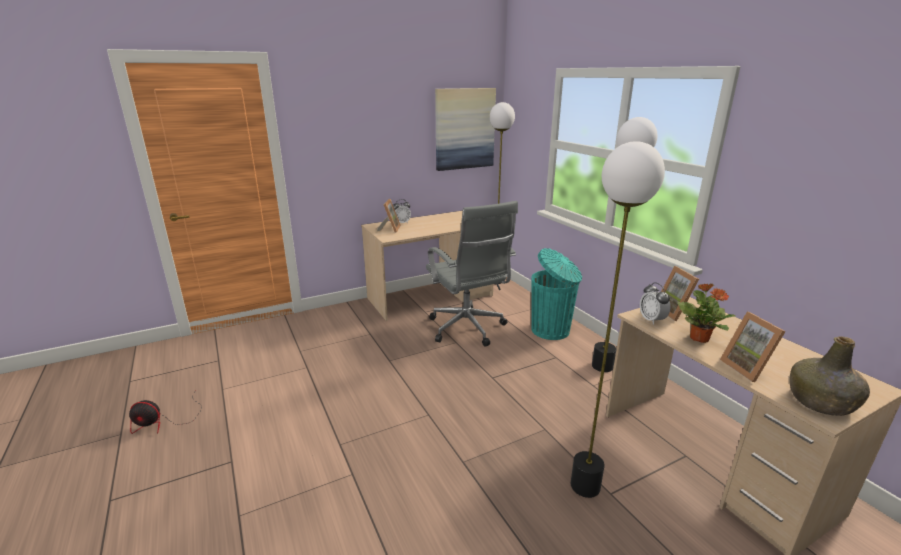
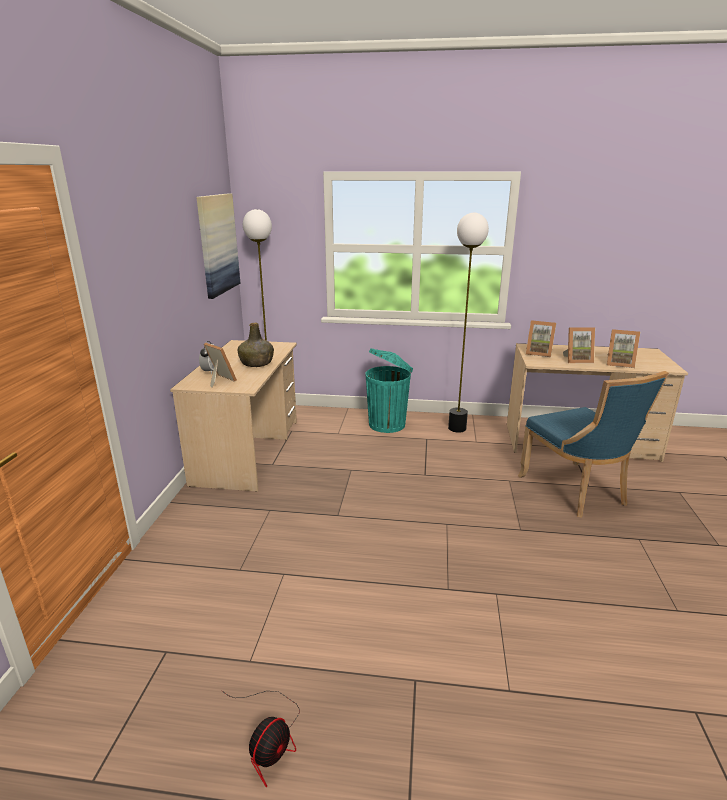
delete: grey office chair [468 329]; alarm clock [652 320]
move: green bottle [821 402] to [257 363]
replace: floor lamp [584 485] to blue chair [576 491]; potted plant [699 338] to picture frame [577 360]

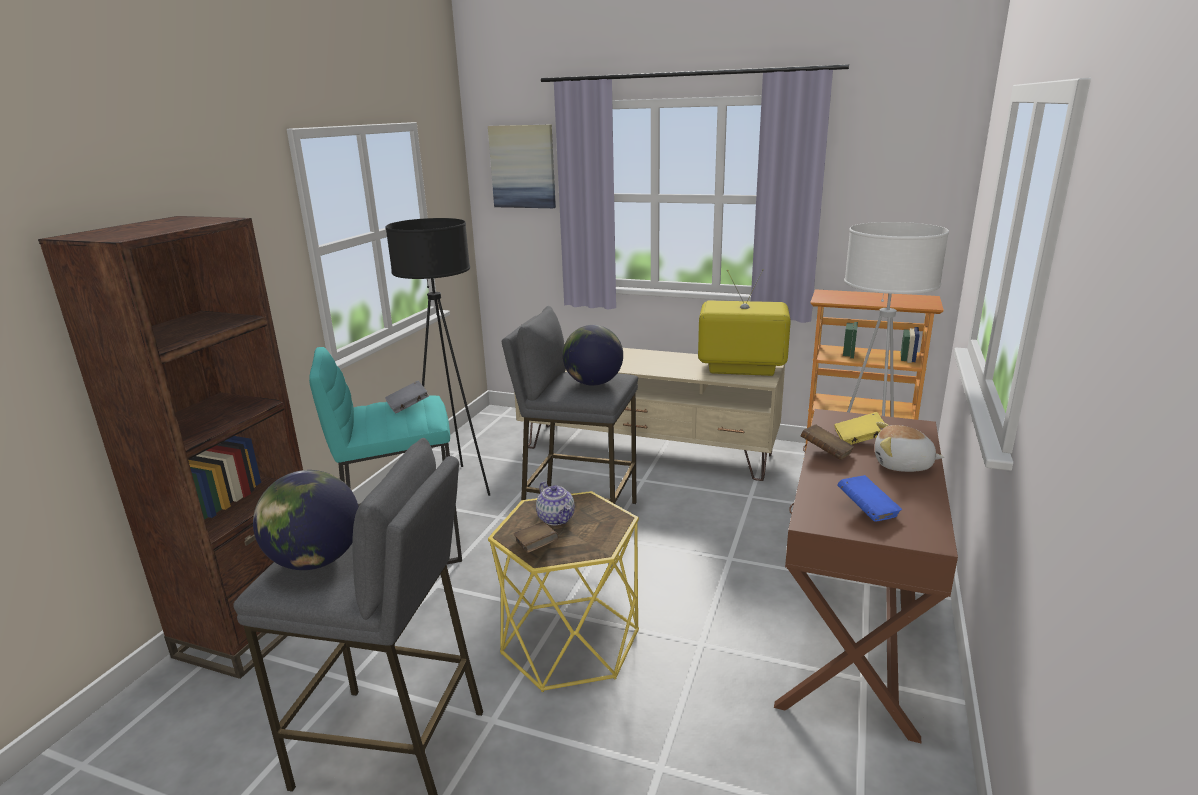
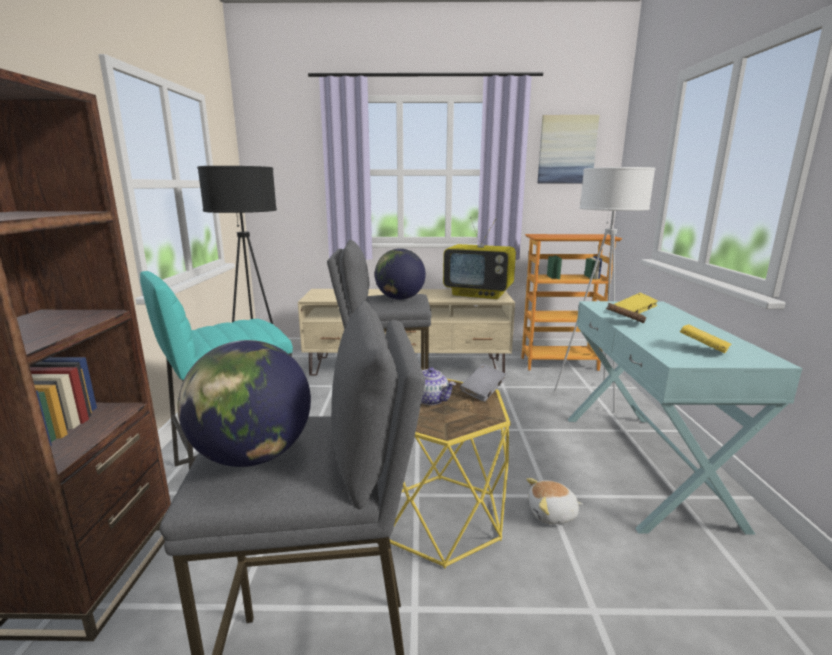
delete: brown book [536 548]
move: grey book [408 406] to [482 392]; picture [523 166] to [567 150]; plush toy [902 465] to [552 514]
recolor: brown console table [852 633] to turquoise console table [644 465]; blue book [867 510] to yellow book [703 349]
rotate: television [740 368] = [479 294] 150 degrees counterclockwise

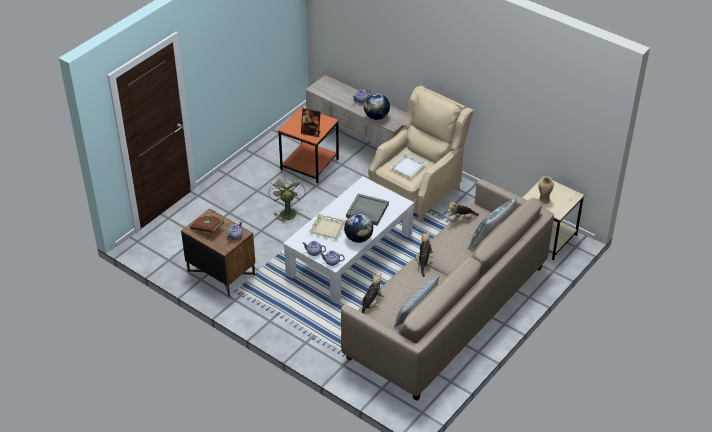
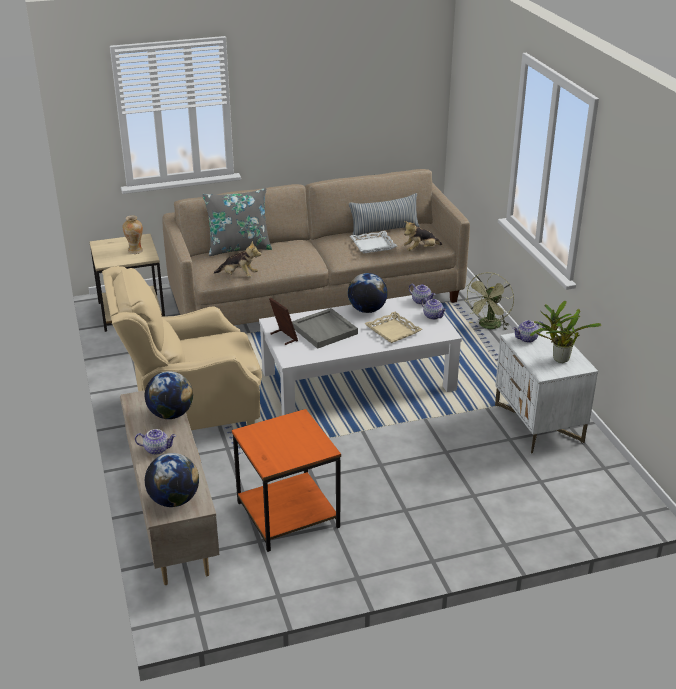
delete: plush toy [424 262]
insert: globe [174 500]
move: green fan [287 212] to [488 326]; picture frame [311 133] to [283 337]; white tray [407 167] to [373 245]
replace: brown book [208 228] to potted plant [558 359]
recolor: brown nightstand [221 273] to white nightstand [539 424]

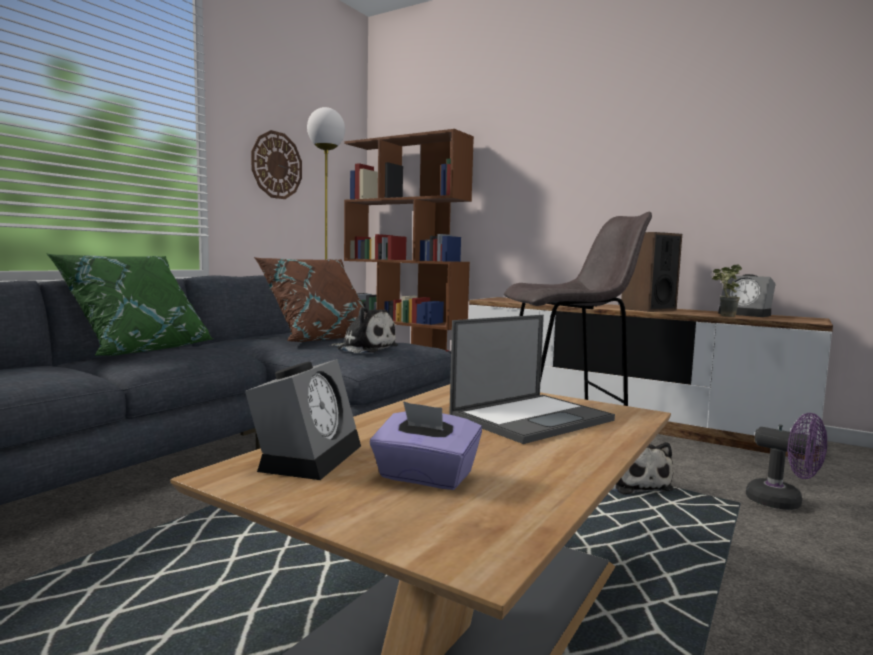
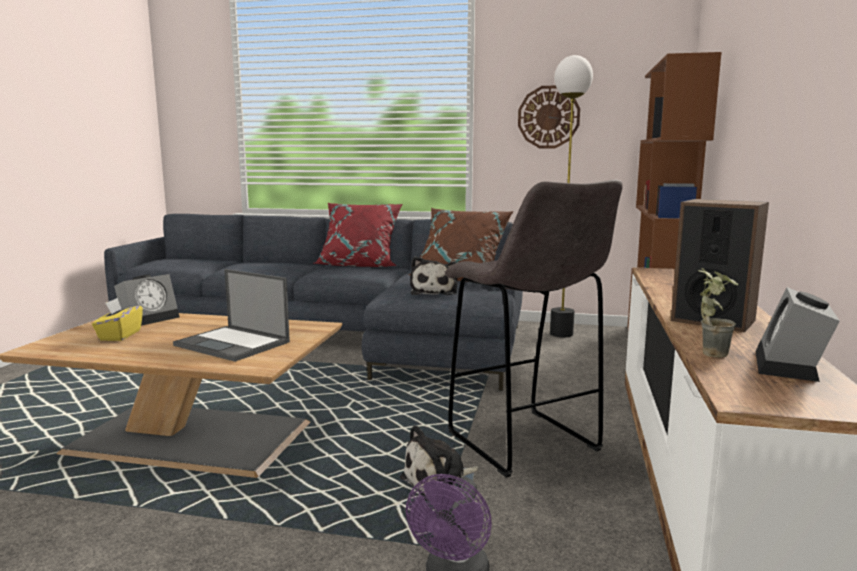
recolor: green pillow [139 350] to red pillow [360 265]; purple tissue box [425 477] to yellow tissue box [119 335]
rotate: alarm clock [308 456] = [150 318] 45 degrees counterclockwise

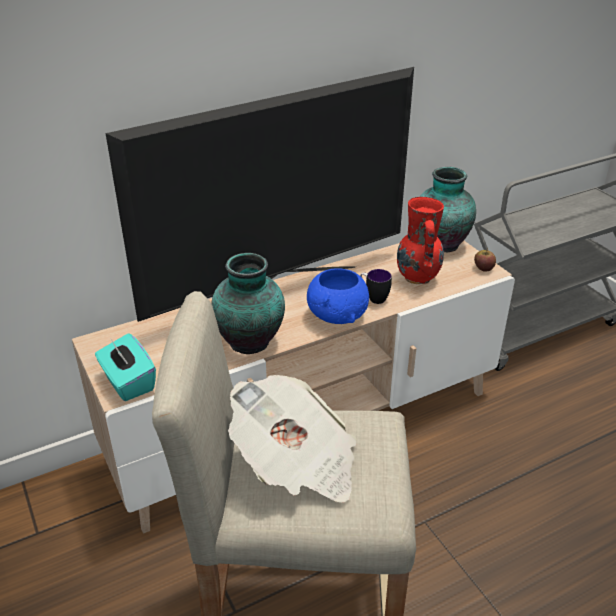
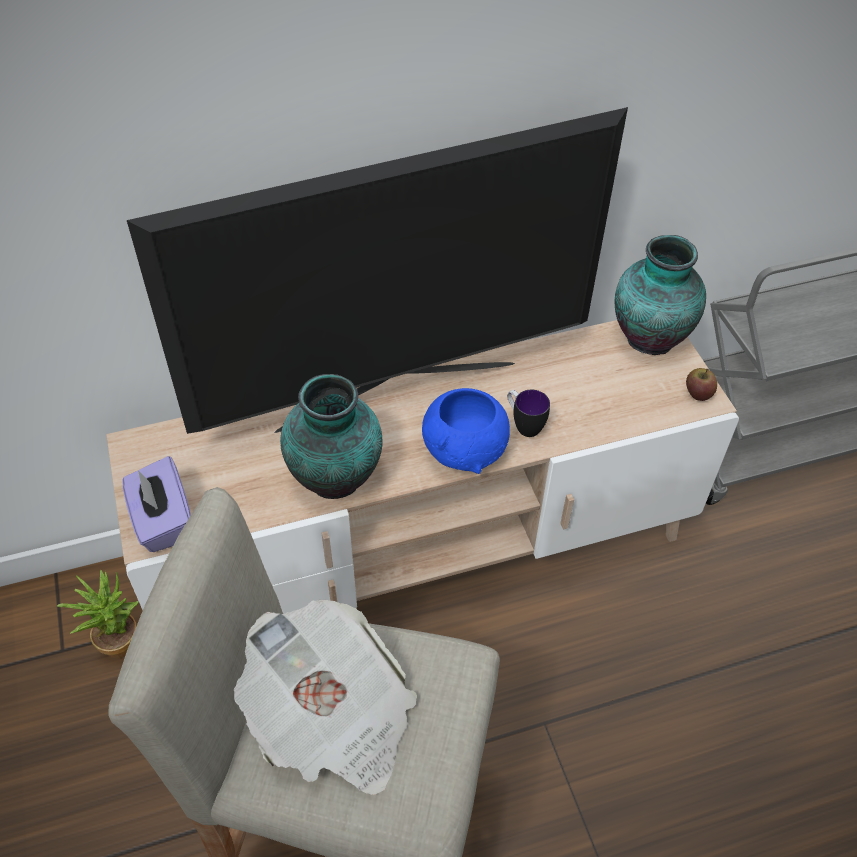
delete: red vase [417 278]
insert: potted plant [116 639]
recolor: turquoise tissue box [128 382] to purple tissue box [163 521]

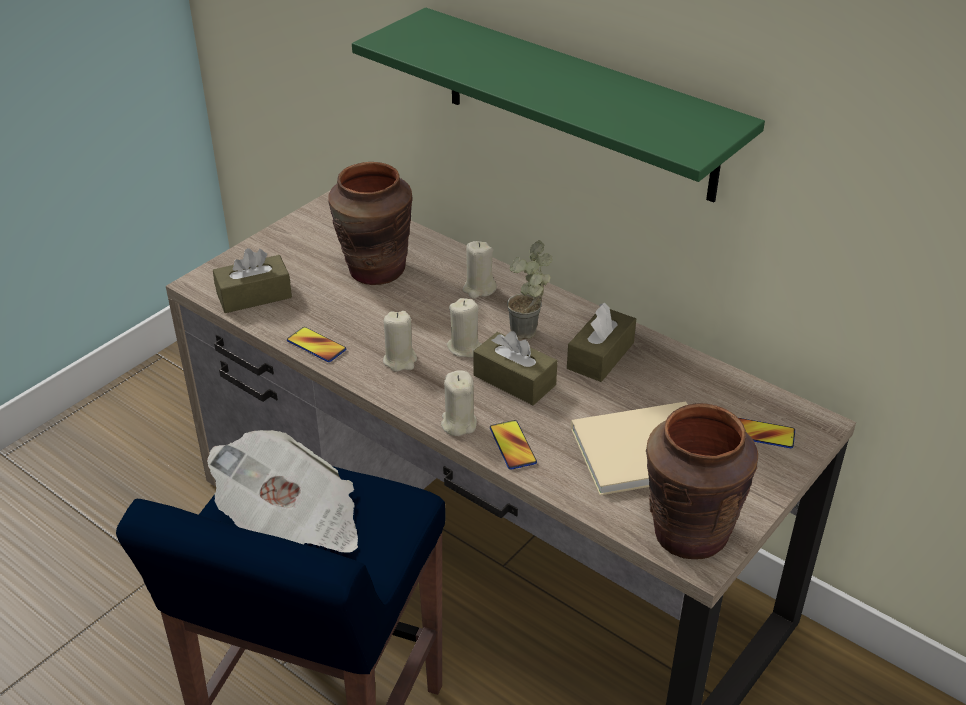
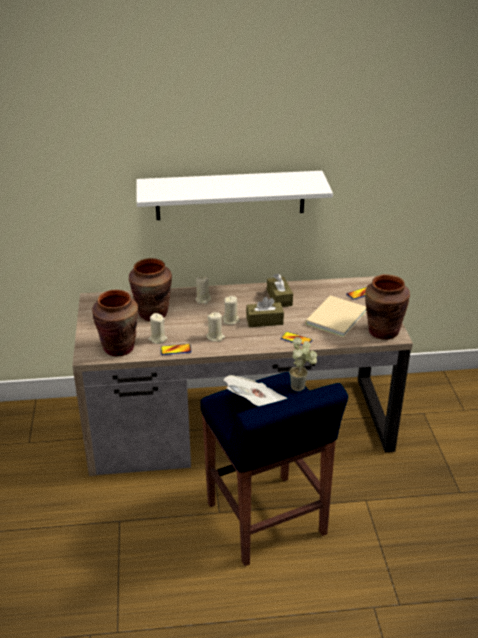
move: beige candle [458 423] to [158 339]; potted plant [530 336] to [302 387]
replace: brown tissue box [254 295] to brown vase [119 348]
recolor: green shelf [578 104] to white shelf [230 195]

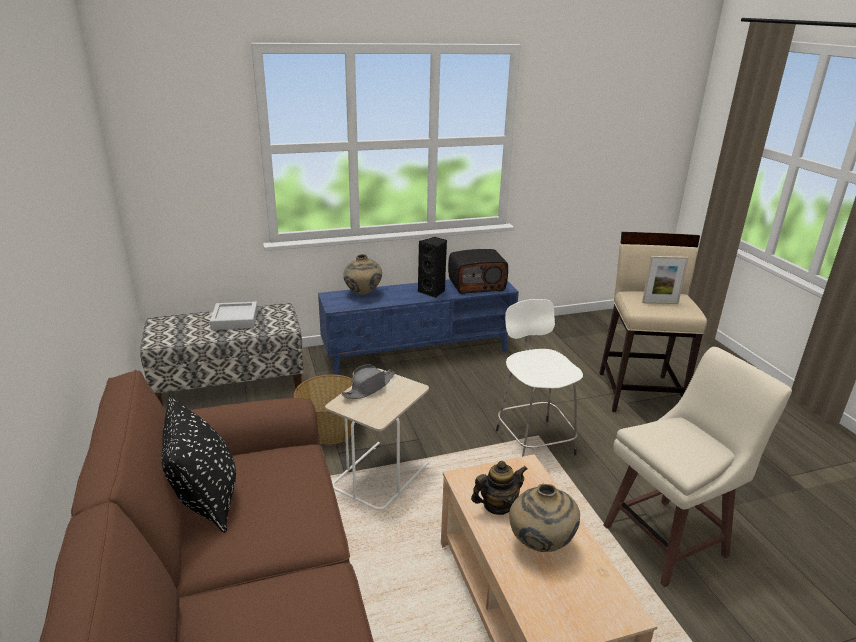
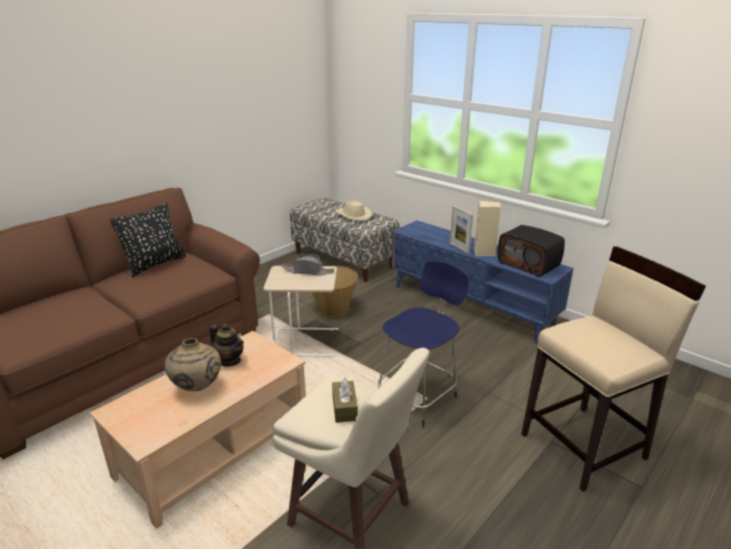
delete: beige vase [363 294]
insert: brown tissue box [344 408]
move: picture frame [660 303] to [459 248]
replace: grey tray [235 319] to beige hat [353 215]
recolor: black speaker [432 292] to beige speaker [484 252]; white stool [533 440] to blue stool [418 397]

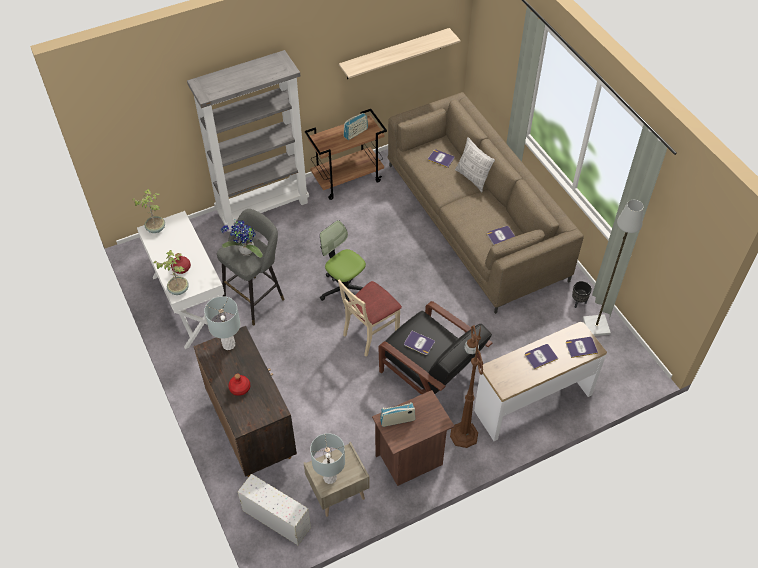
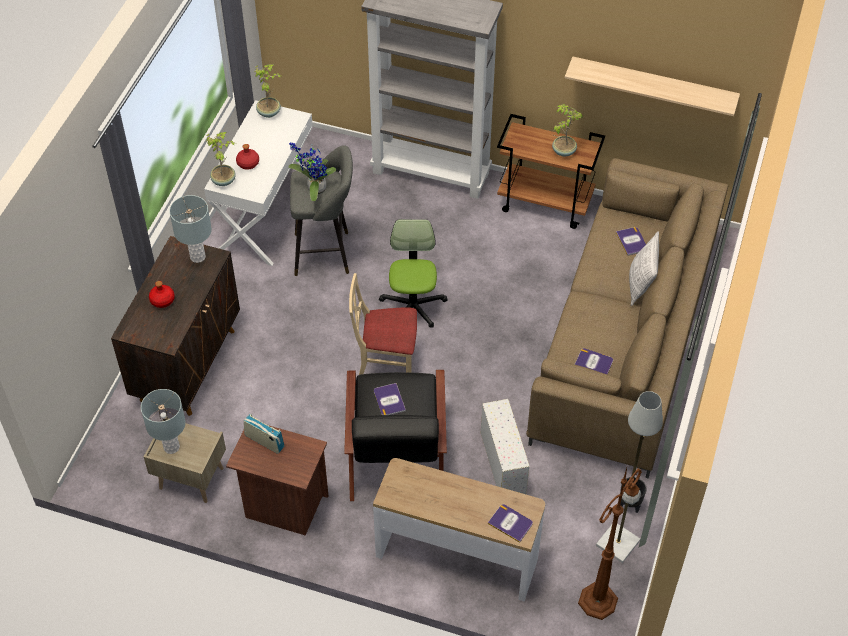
delete: book [540 356]
move: white storage box [275 518] to [502 462]; brown floor lamp [464 433] to [599 599]
replace: radio [355 133] to potted plant [563 151]

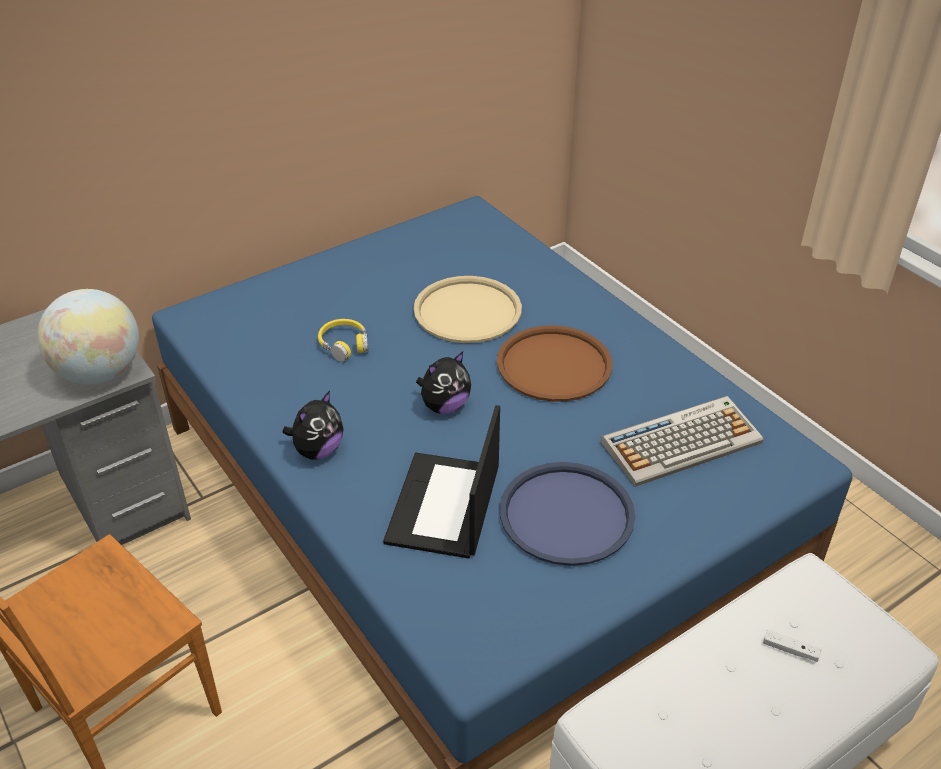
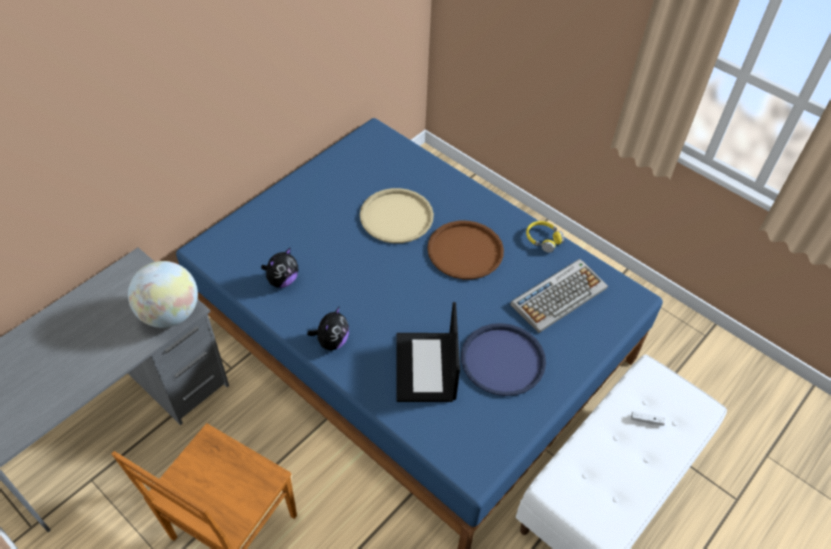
move: yellow headphones [344 345] to [543 239]; plush toy [444 406] to [282 280]

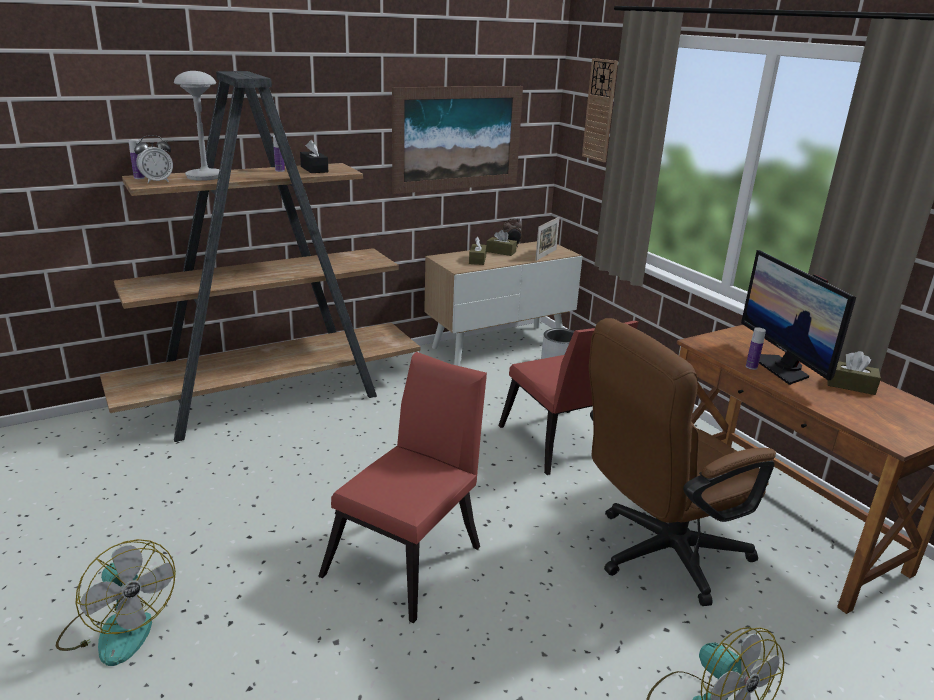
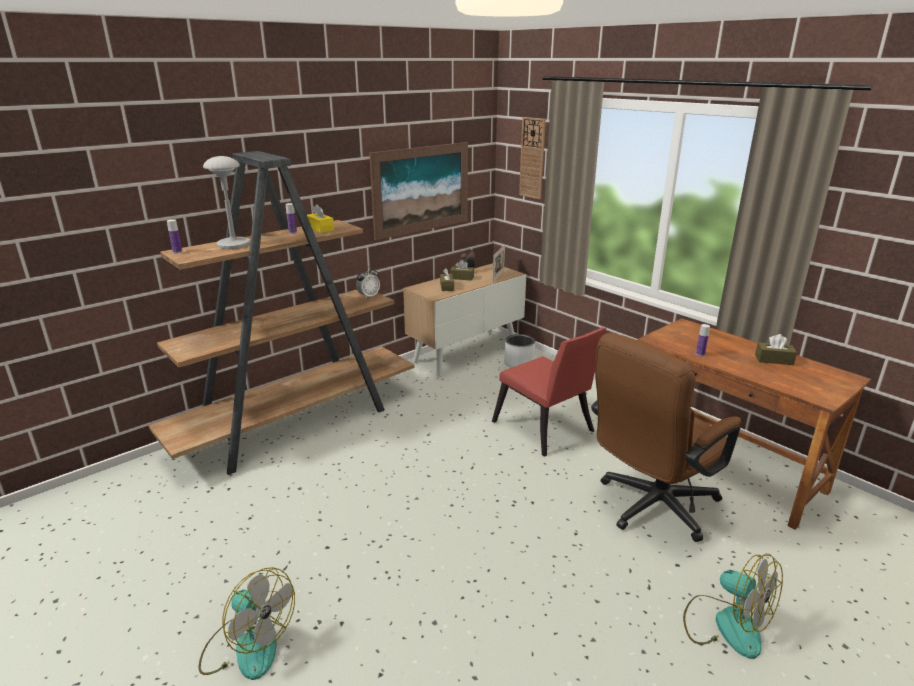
delete: red chair [410 556]; monitor [782 368]
move: alarm clock [157 181] to [368 296]
recolor: black tissue box [314 169] to yellow tissue box [320 228]

